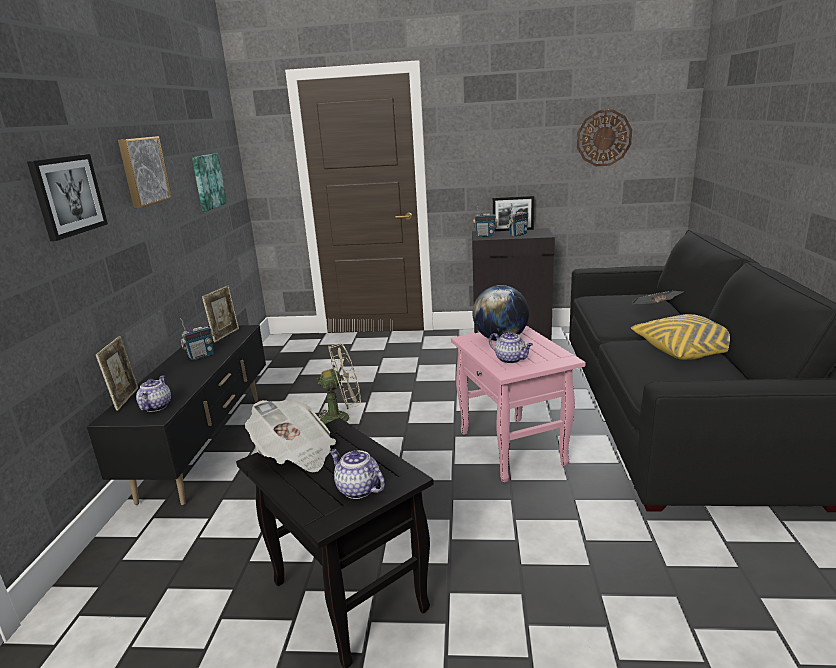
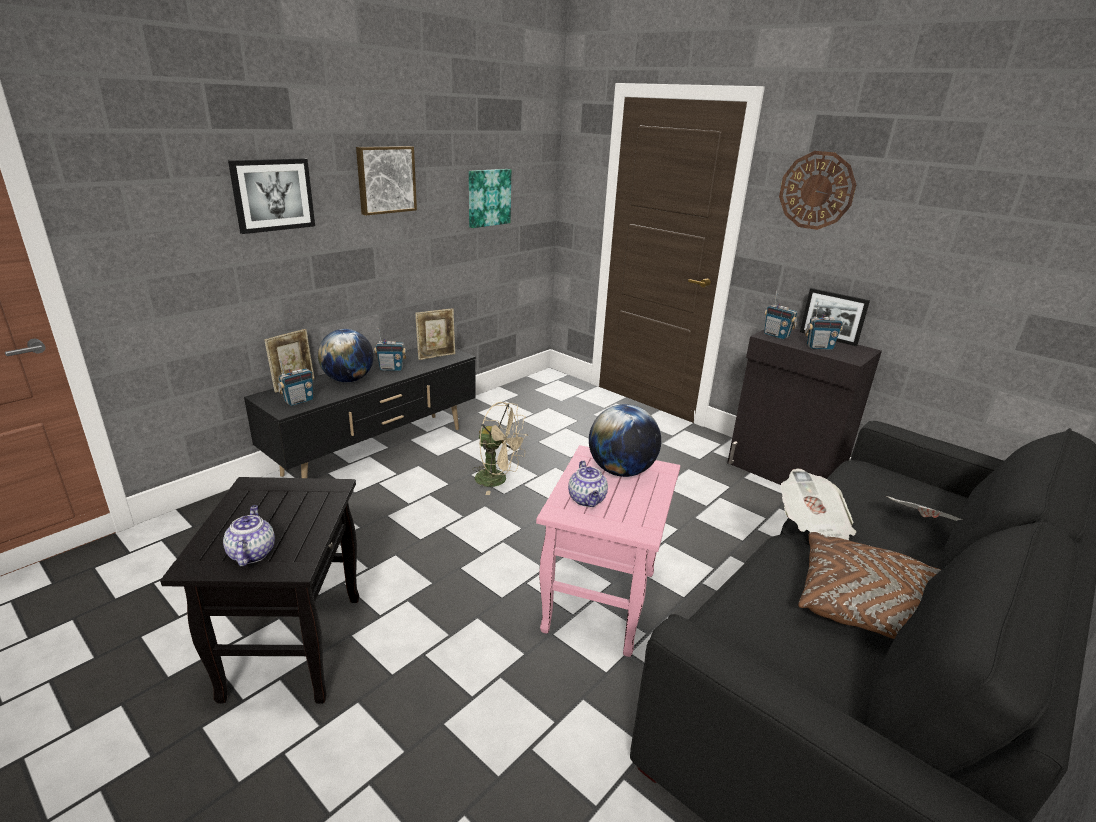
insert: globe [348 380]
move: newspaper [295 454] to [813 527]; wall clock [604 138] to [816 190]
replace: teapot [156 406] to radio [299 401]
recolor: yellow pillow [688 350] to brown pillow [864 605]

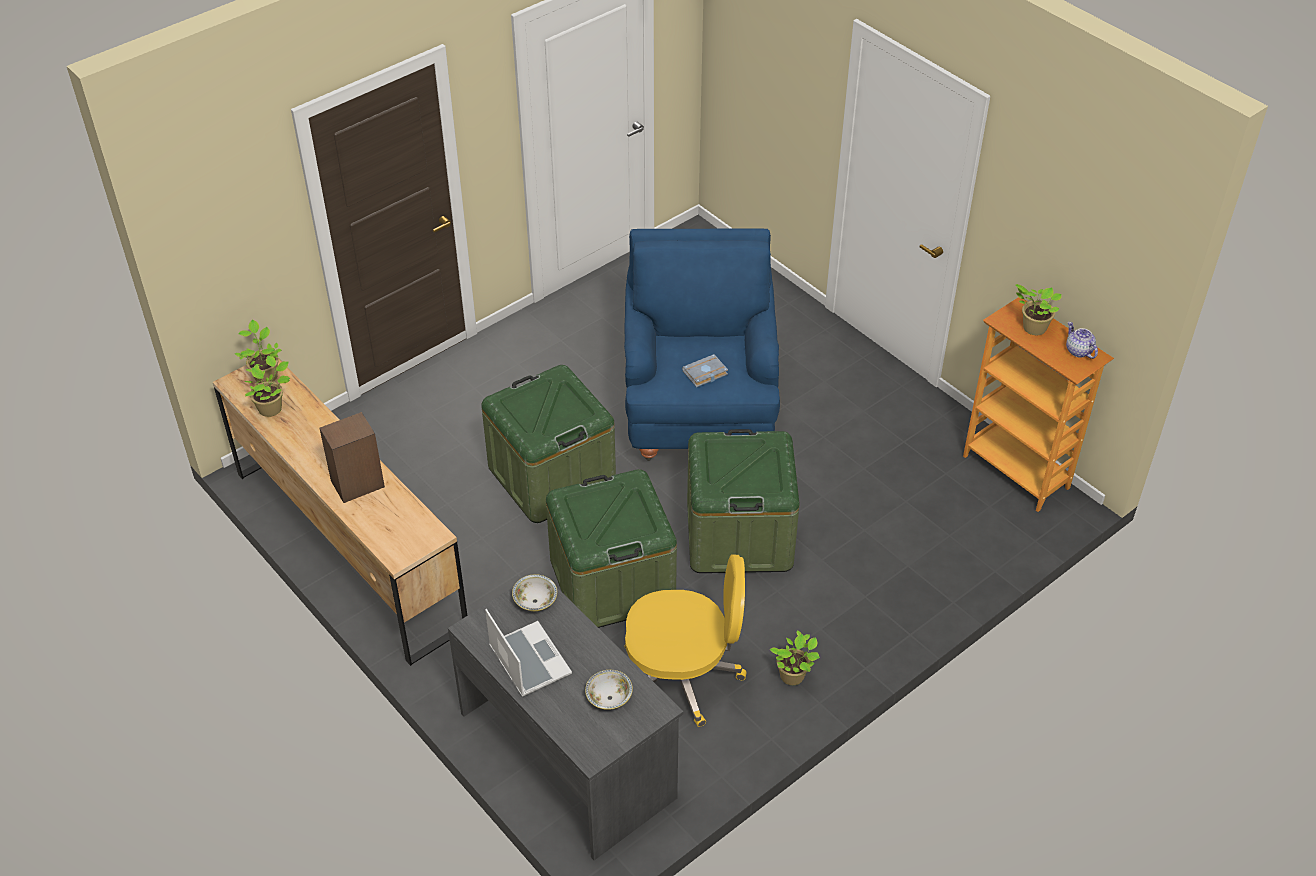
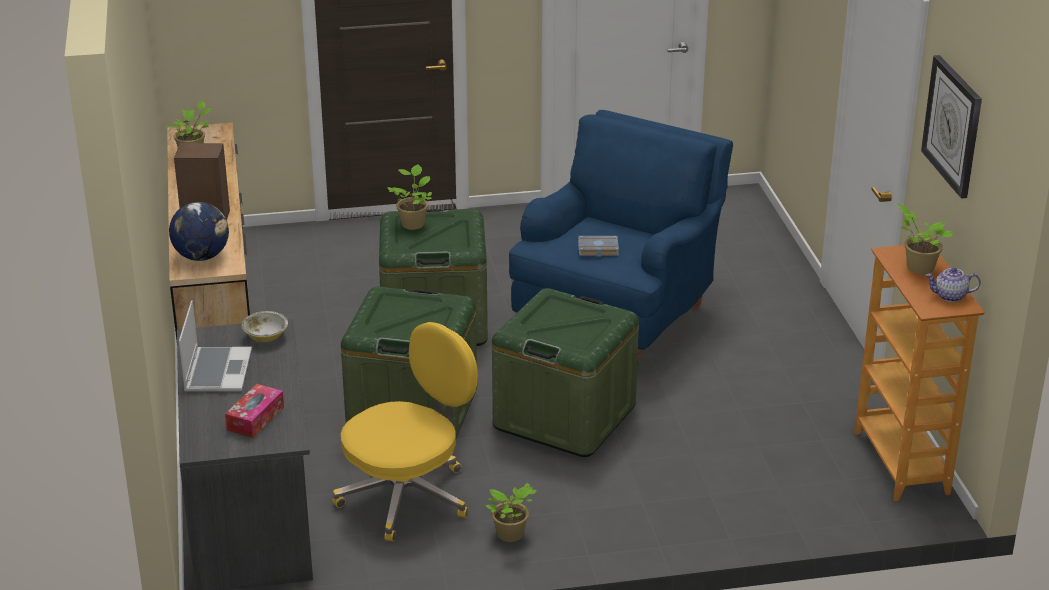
insert: globe [202 256]; wall clock [953 125]
move: potted plant [265 375] to [413 223]
replace: bowl [609 698] to tissue box [255 418]
rotate: yellow office chair [682 675] = [408 496] 75 degrees counterclockwise; teapot [1078 351] = [950 296] 90 degrees counterclockwise

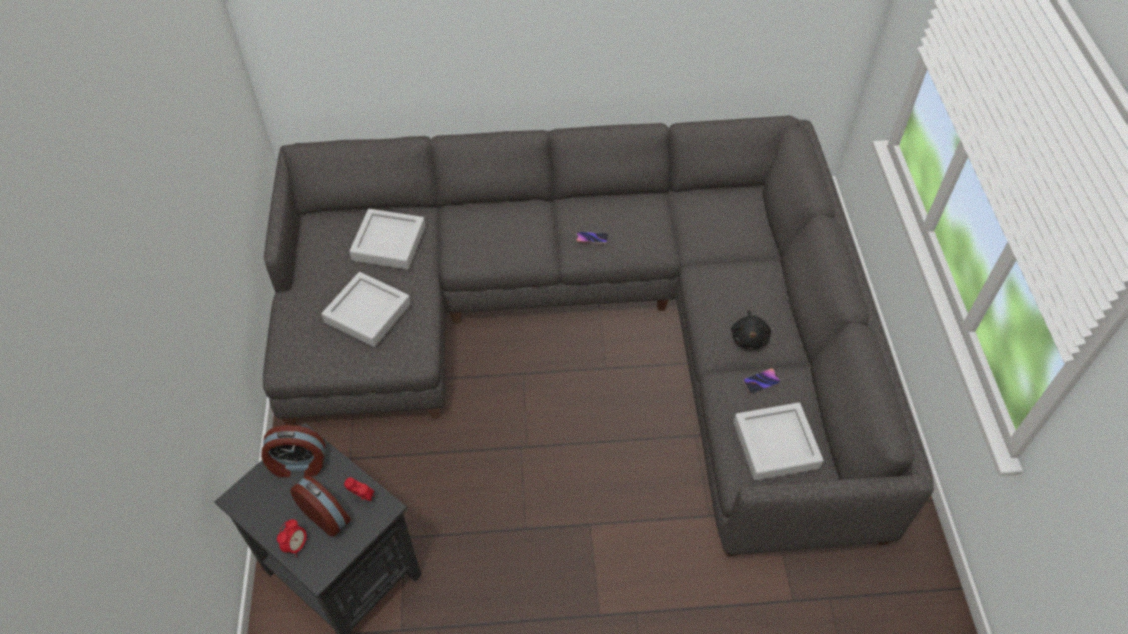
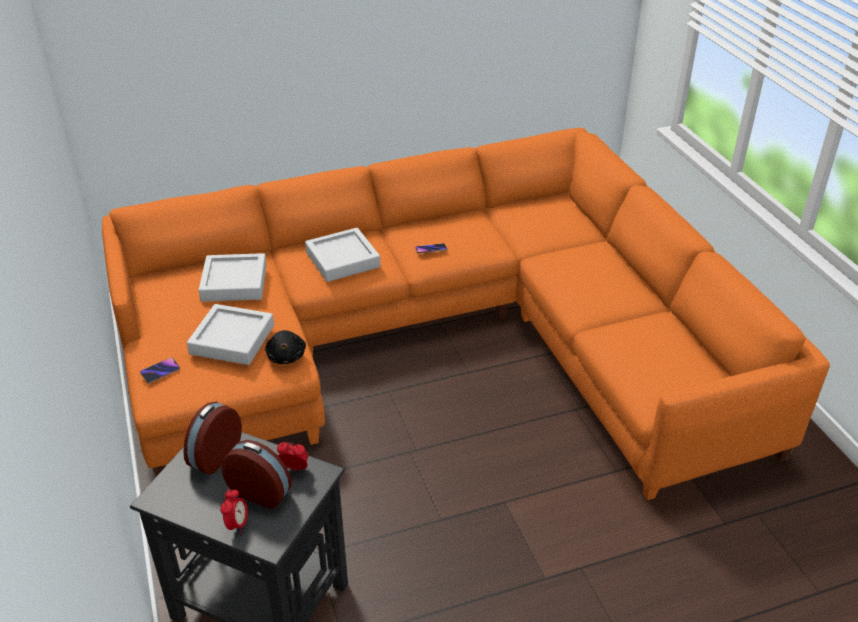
move: black plush toy [749 337] to [286 356]; grey tray [775 445] to [342 260]; phone [761 382] to [160 372]
recolor: grey sofa [593 321] to orange sofa [442 338]
rotate: alarm clock [298 465] = [214 455] 135 degrees clockwise

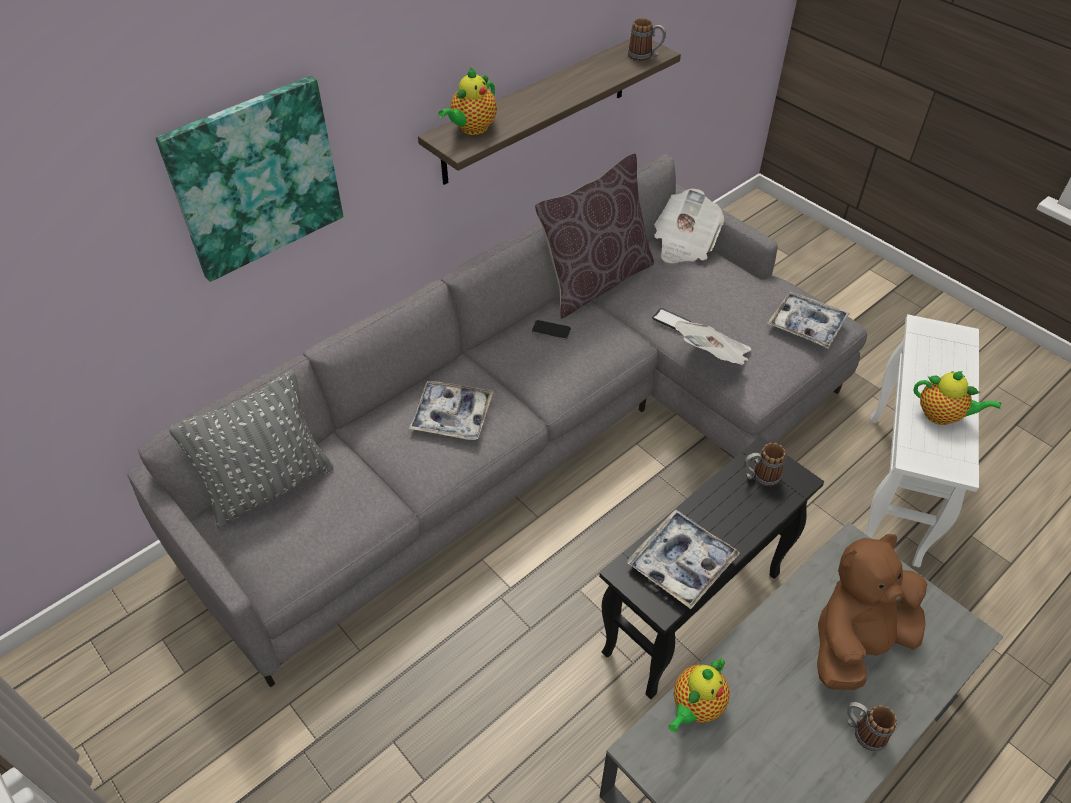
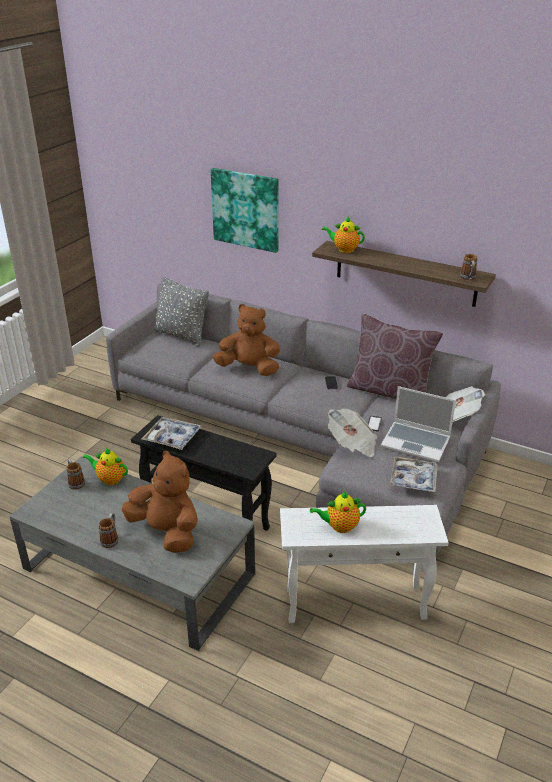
insert: laptop [416 442]
move: mug [760 477] to [75 482]
replace: tray [452 416] to brown plush toy [249 368]
rotate: teapot [942 416] = [339 526] 75 degrees clockwise

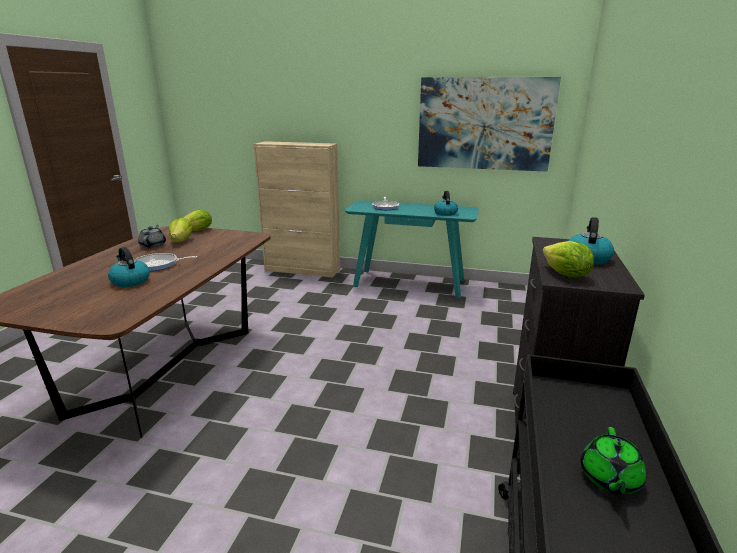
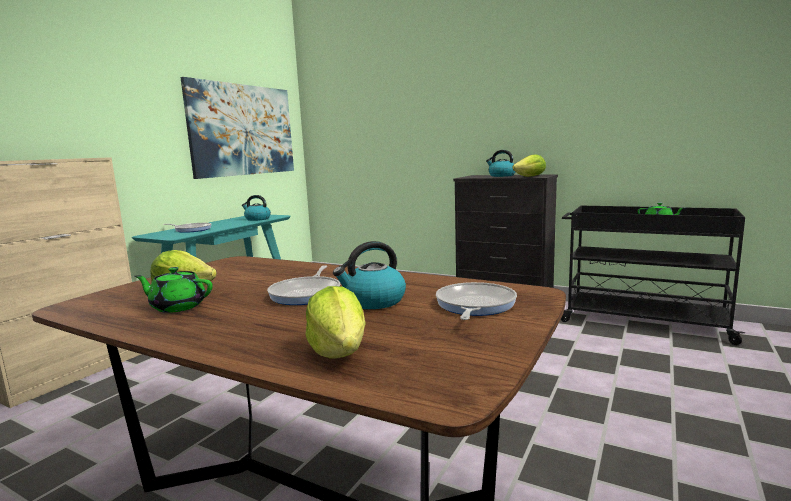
insert: frying pan [474 306]
move: lettuce [198 230] to [339 351]
recolor: grey teapot [153 245] to green teapot [177 307]

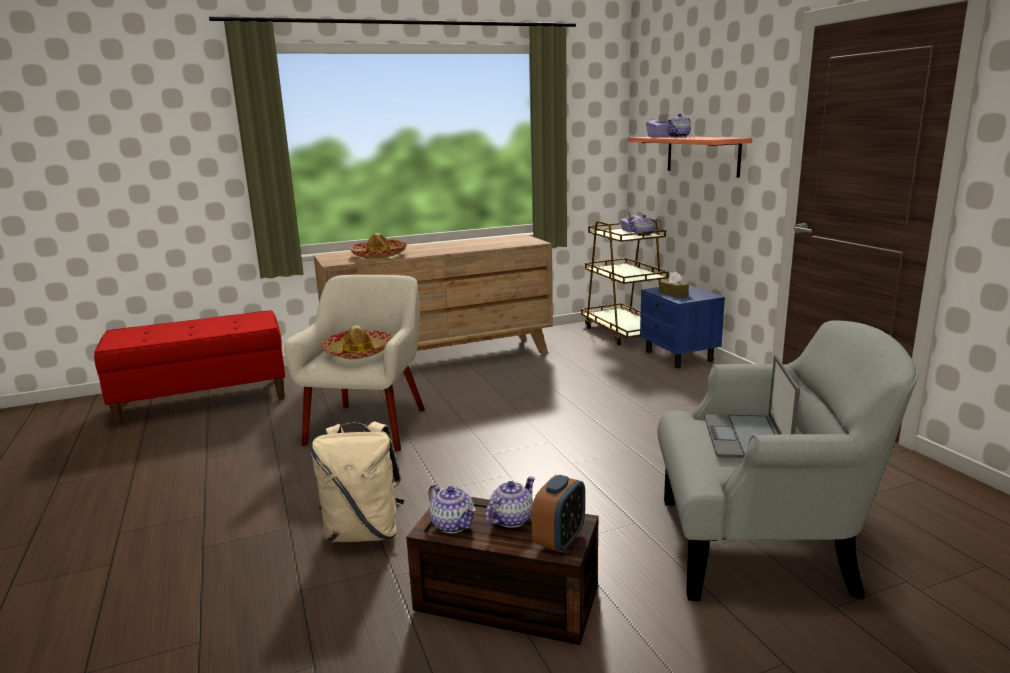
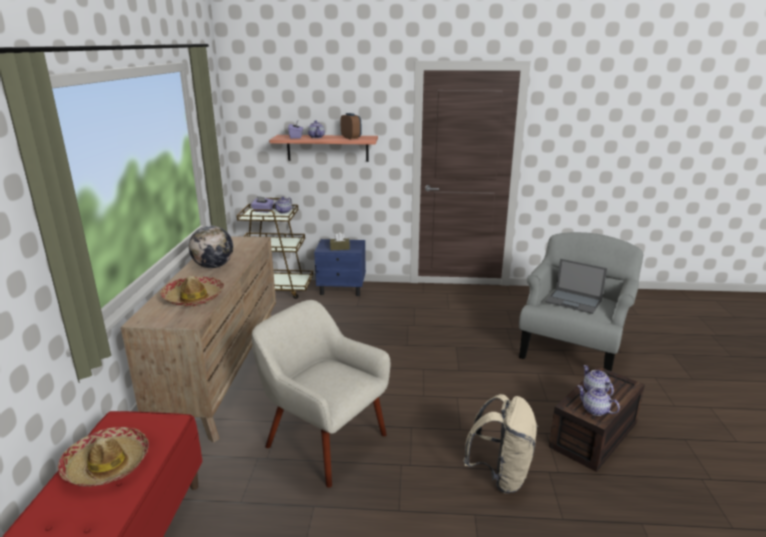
insert: globe [213 266]
move: hat [358 352] to [107 464]; alarm clock [559 540] to [351 138]
rotate: teapot [453 524] = [595 410] 120 degrees counterclockwise

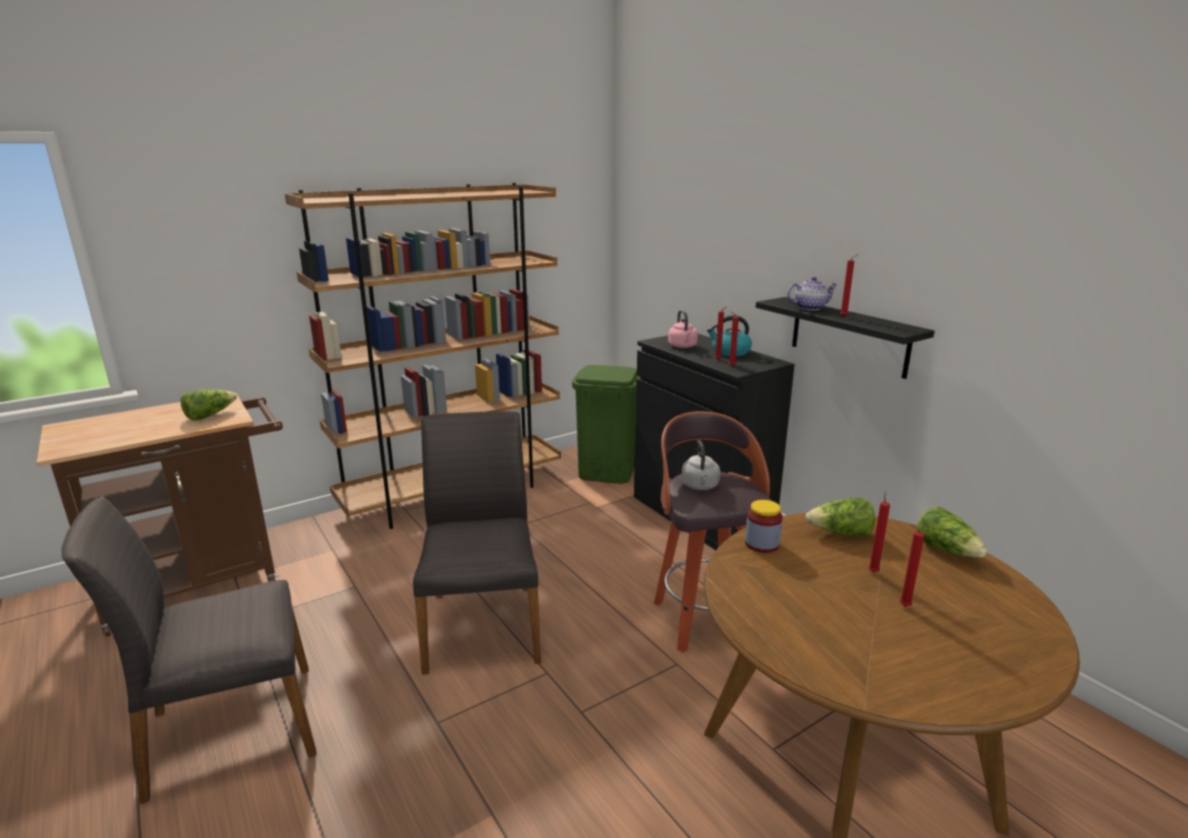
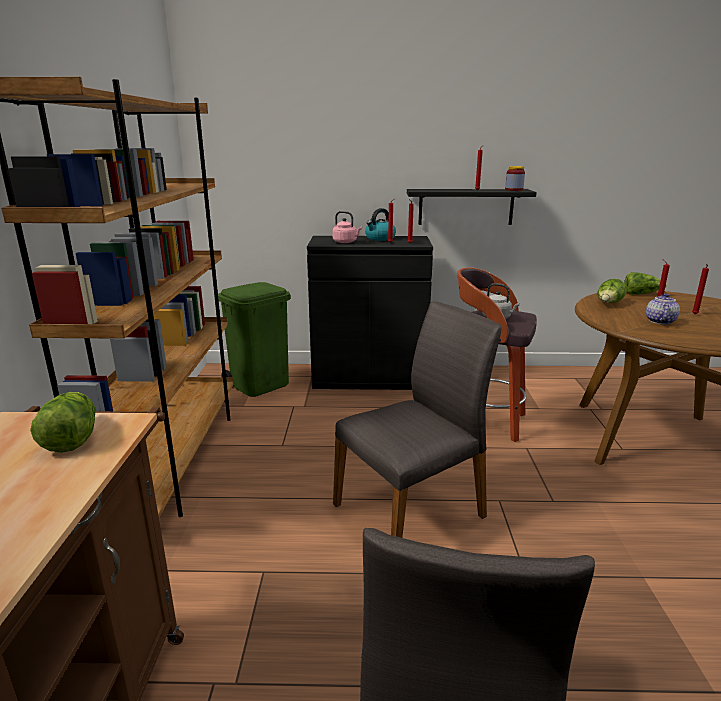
move: jar [762 544] to [514 190]; teapot [810 308] to [659 321]
rotate: grey chair [482 625] = [411 511] 120 degrees clockwise

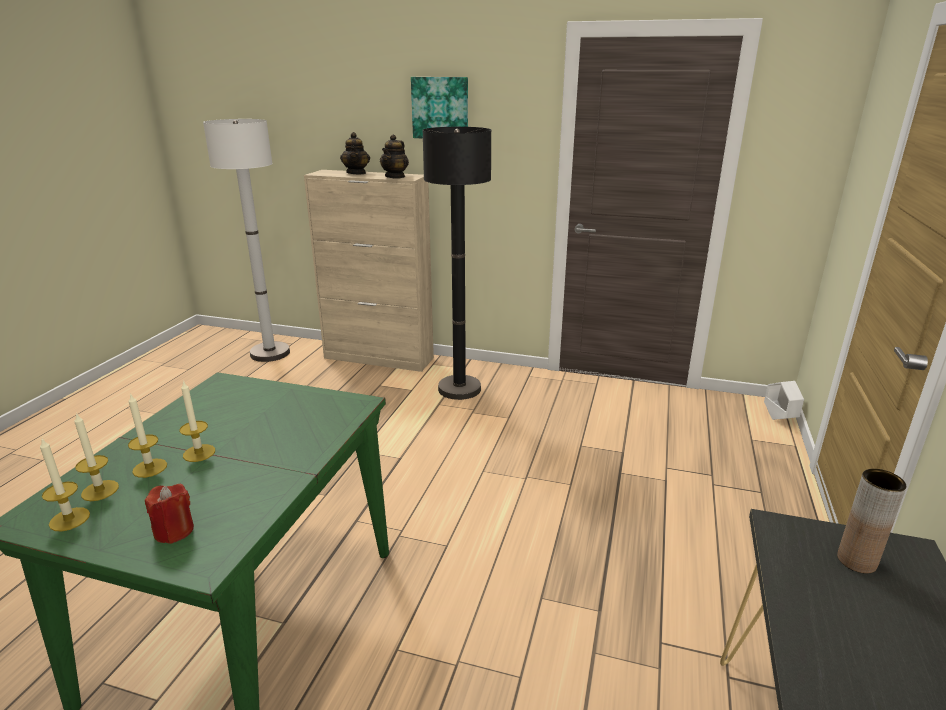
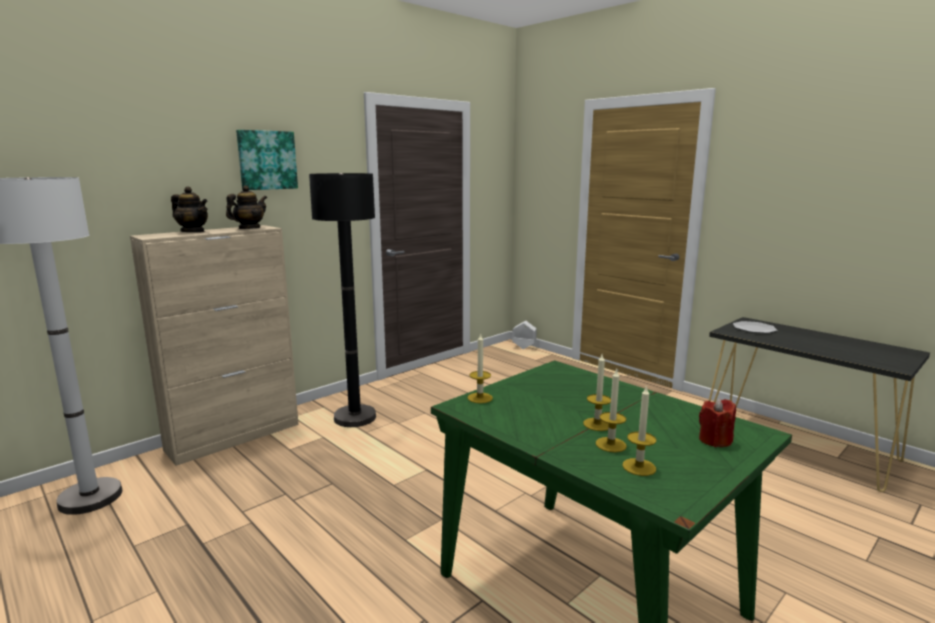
move: candle [69 519] to [480 398]
replace: brown vase [856 561] to plate [754 328]
rotate: teapot [395 176] = [249 228] 105 degrees counterclockwise

